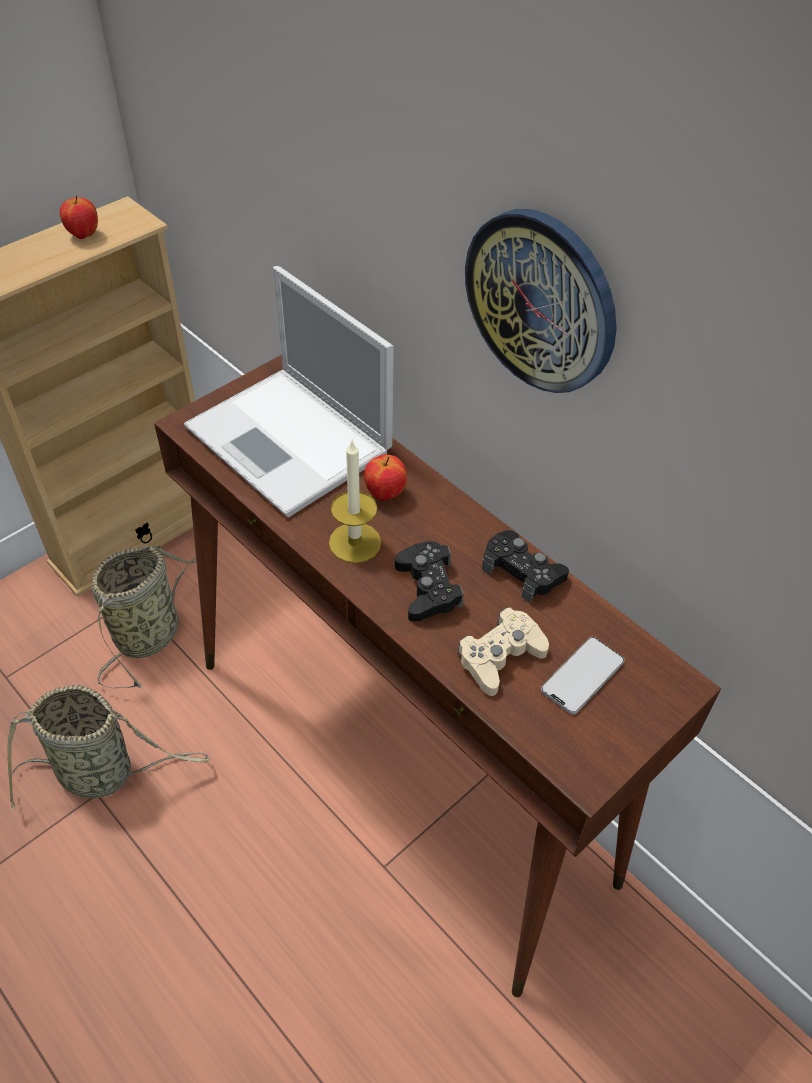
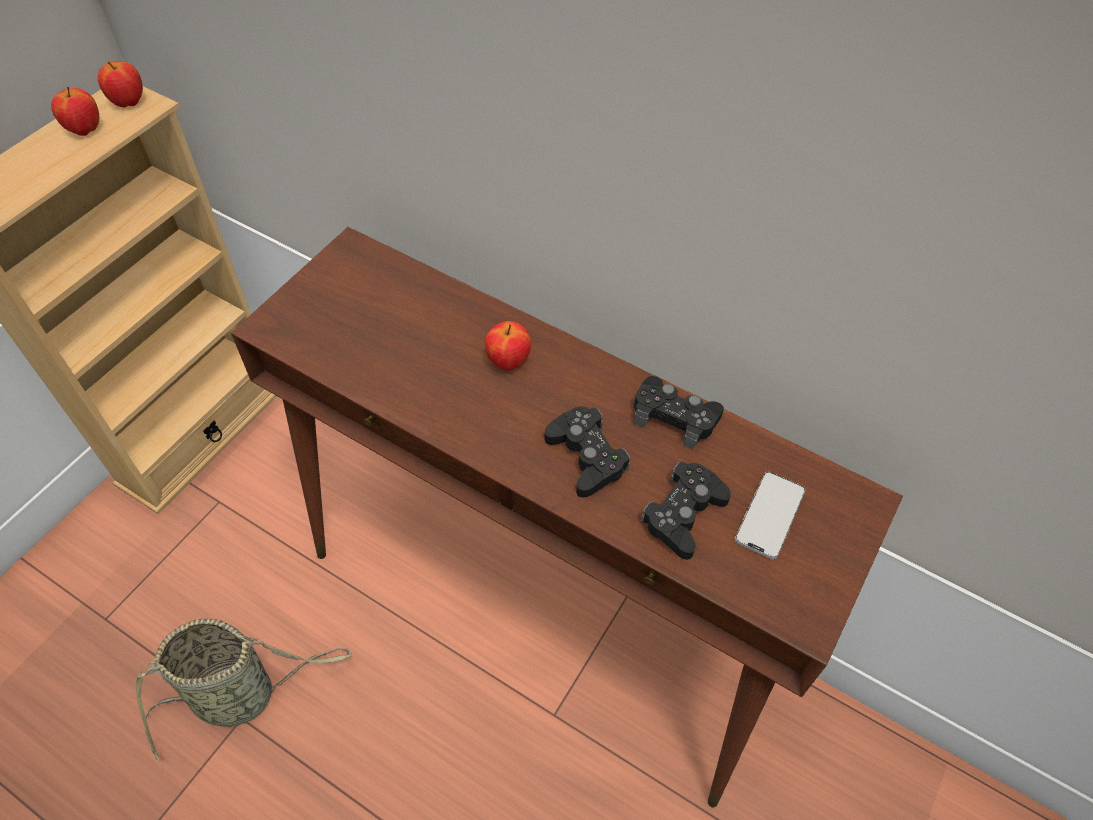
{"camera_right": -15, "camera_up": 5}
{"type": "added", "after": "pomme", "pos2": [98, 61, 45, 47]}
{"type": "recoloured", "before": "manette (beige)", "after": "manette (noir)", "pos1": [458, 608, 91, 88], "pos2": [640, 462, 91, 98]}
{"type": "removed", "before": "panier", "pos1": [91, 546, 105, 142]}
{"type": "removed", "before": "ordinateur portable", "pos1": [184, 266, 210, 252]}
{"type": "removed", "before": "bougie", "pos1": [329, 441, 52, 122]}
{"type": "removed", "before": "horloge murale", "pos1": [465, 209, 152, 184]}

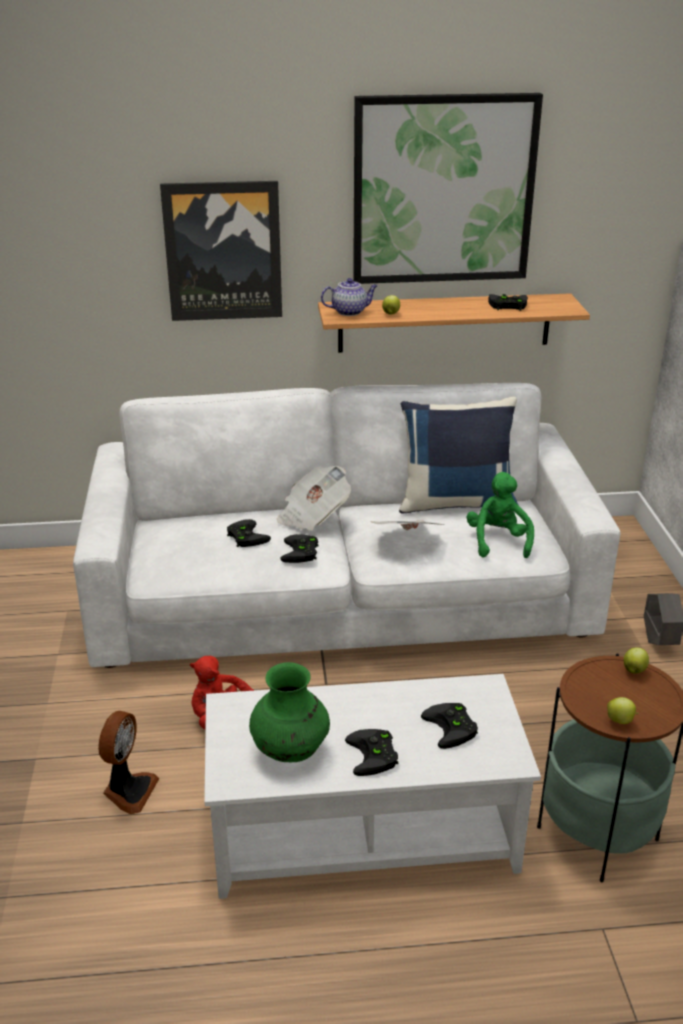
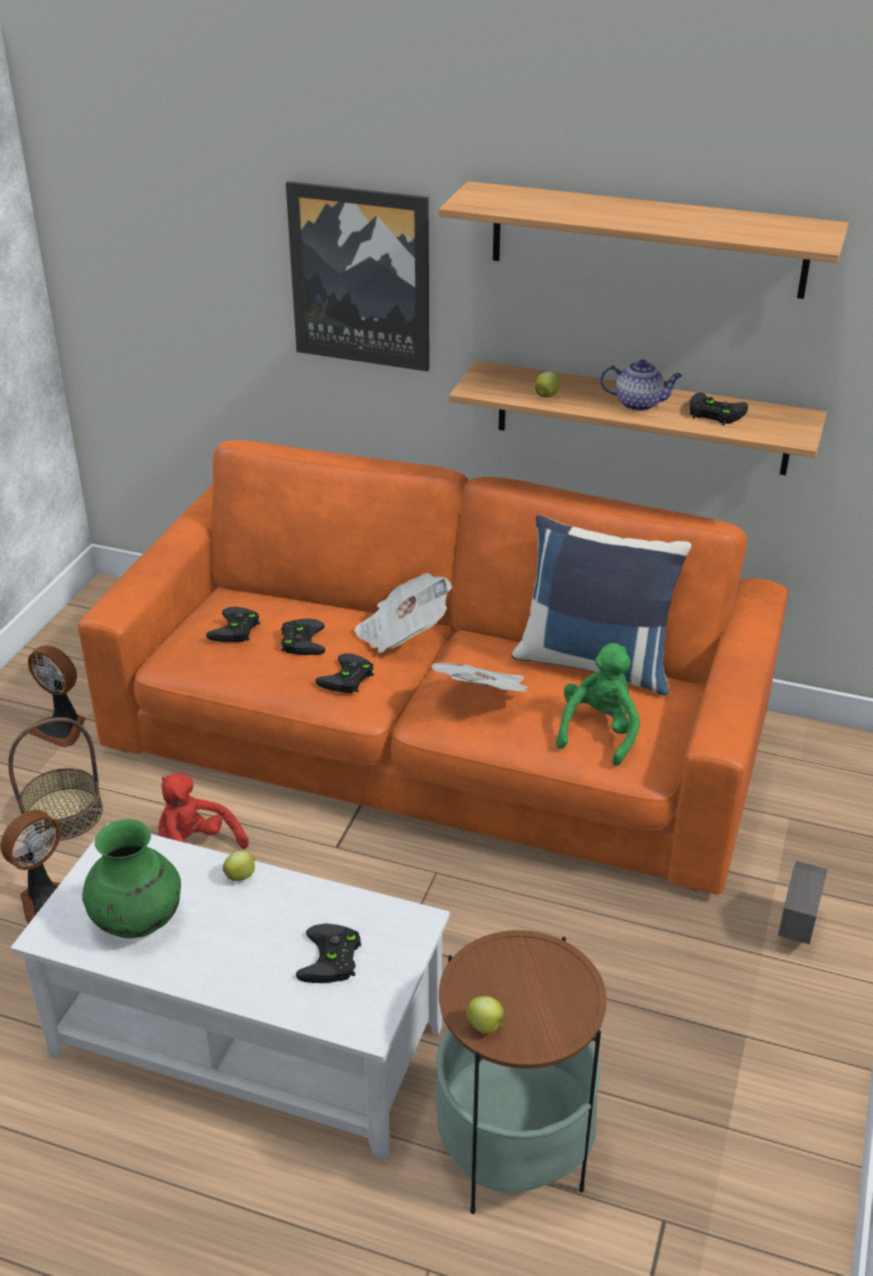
{"camera_right": 25, "camera_up": 5}
{"type": "added", "after": "panier", "pos2": [8, 717, 95, 124]}
{"type": "added", "after": "ventilateur", "pos2": [28, 645, 57, 103]}
{"type": "recoloured", "before": "canapé (blanc)", "after": "canapé (orange)", "pos1": [73, 383, 547, 285], "pos2": [78, 440, 710, 455]}
{"type": "moved", "before": "manette (noir)", "pos1": [345, 729, 53, 47], "pos2": [206, 607, 54, 35]}
{"type": "moved", "before": "pomme", "pos1": [624, 647, 25, 27], "pos2": [223, 851, 33, 30]}
{"type": "replaced", "before": "tableau", "after": "étagère", "pos1": [353, 93, 190, 191], "pos2": [438, 181, 411, 118]}
{"type": "moved", "before": "théière", "pos1": [321, 278, 57, 38], "pos2": [600, 359, 82, 52]}

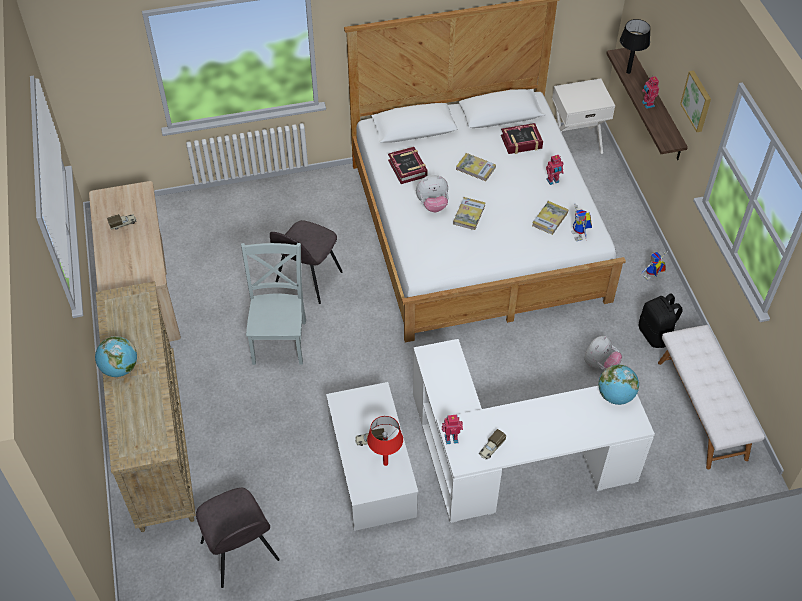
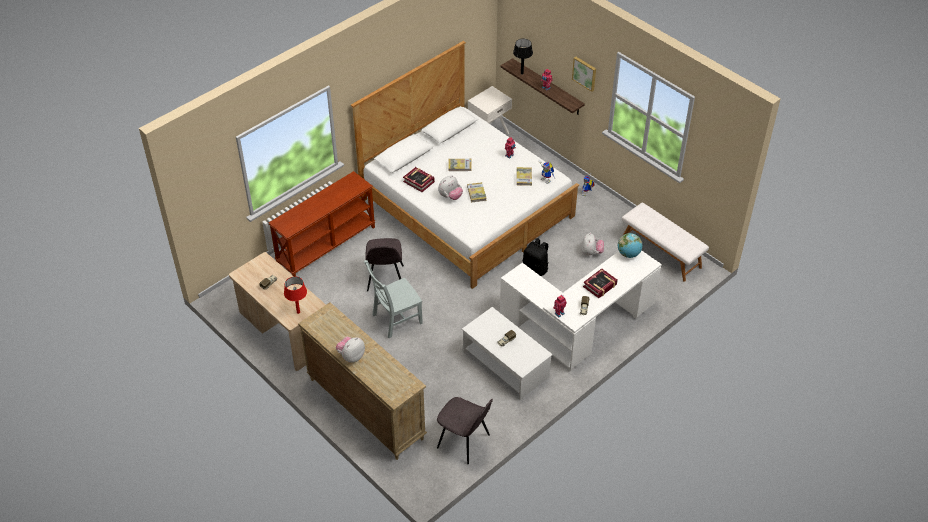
{"camera_right": -30, "camera_up": -5}
{"type": "added", "after": "table console (marron)", "pos2": [269, 171, 106, 106]}
{"type": "moved", "before": "lampe de table (rouge)", "pos1": [367, 416, 36, 50], "pos2": [284, 277, 23, 37]}
{"type": "replaced", "before": "globe", "after": "peluche", "pos1": [95, 336, 42, 41], "pos2": [336, 337, 29, 26]}
{"type": "turned", "before": "chaise (gris)", "pos1": [241, 243, 65, 122], "pos2": [364, 260, 59, 79], "turn": -90}
{"type": "moved", "before": "sac à dos (noir)", "pos1": [639, 293, 44, 55], "pos2": [523, 238, 26, 38]}
{"type": "moved", "before": "livre", "pos1": [501, 123, 42, 31], "pos2": [583, 269, 35, 29]}

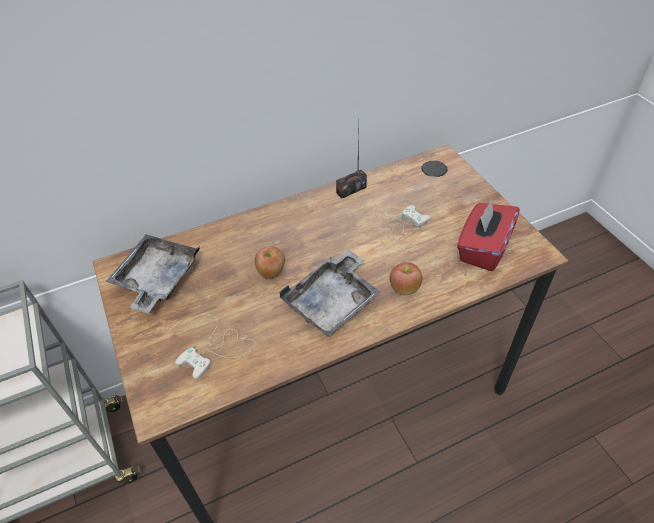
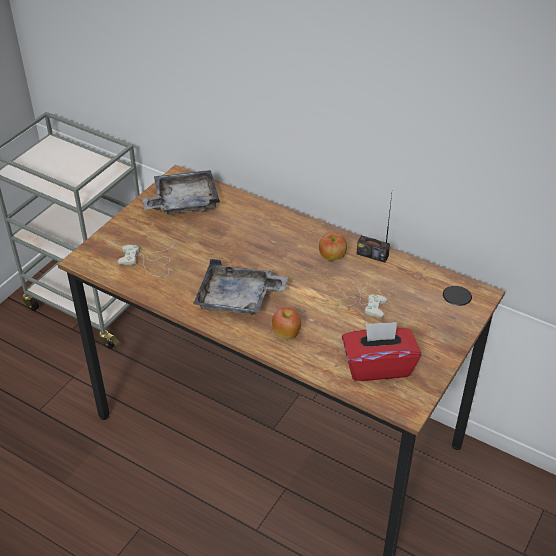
{"camera_right": 55, "camera_up": -5}
{"type": "moved", "before": "pomme", "pos1": [255, 246, 30, 33], "pos2": [319, 232, 28, 29]}

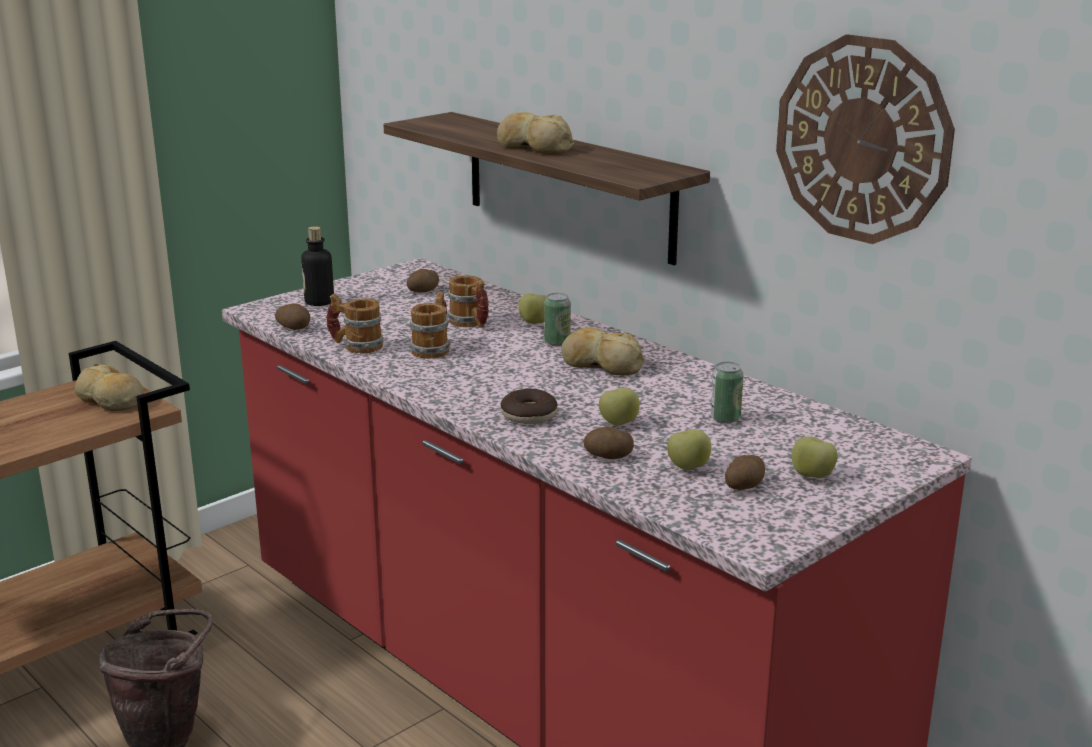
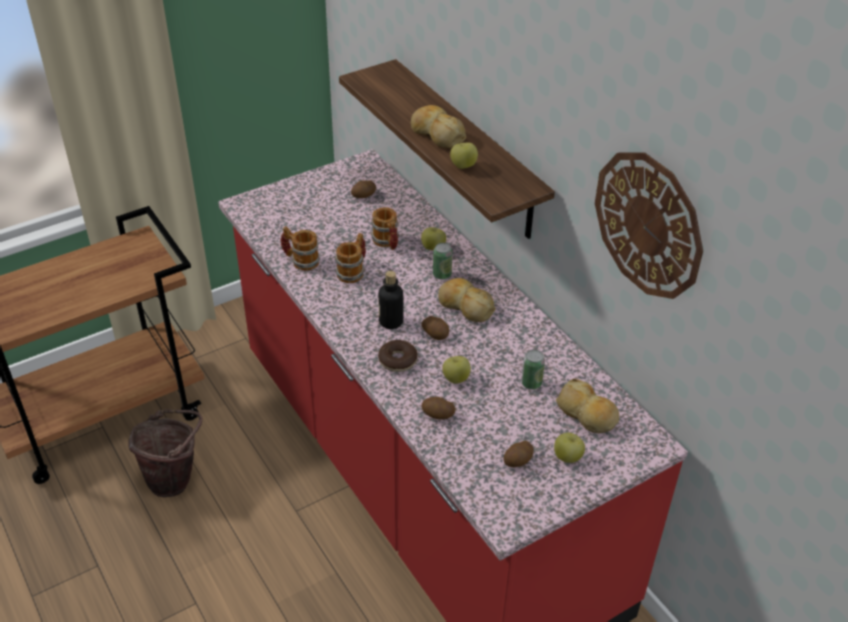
{"camera_right": 10, "camera_up": 20}
{"type": "moved", "before": "bouteille", "pos1": [301, 226, 33, 80], "pos2": [378, 271, 25, 58]}
{"type": "moved", "before": "pomme de terre", "pos1": [275, 303, 36, 27], "pos2": [422, 316, 27, 24]}
{"type": "moved", "before": "pomme", "pos1": [667, 429, 44, 41], "pos2": [450, 143, 28, 26]}
{"type": "moved", "before": "pain", "pos1": [75, 363, 69, 48], "pos2": [556, 379, 63, 54]}

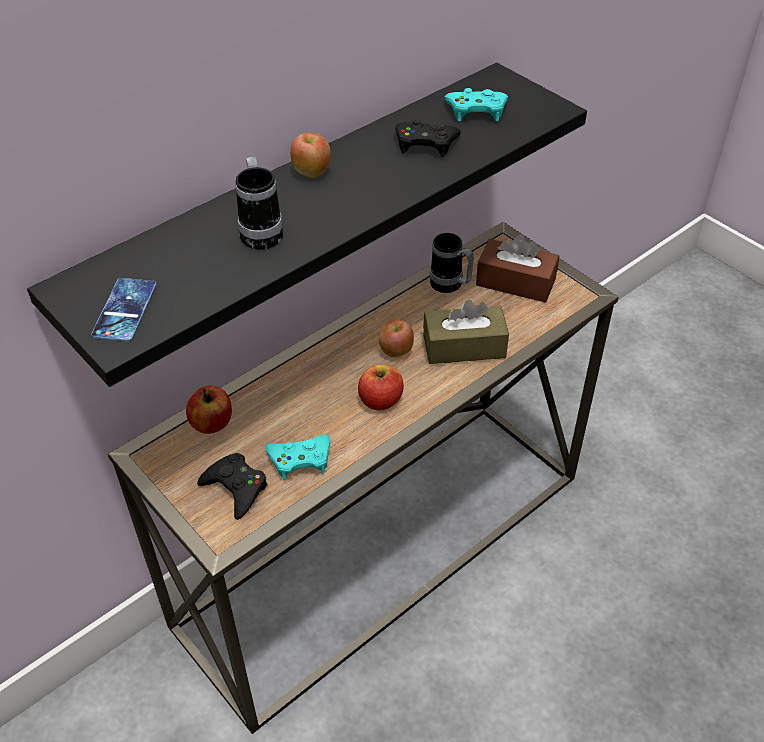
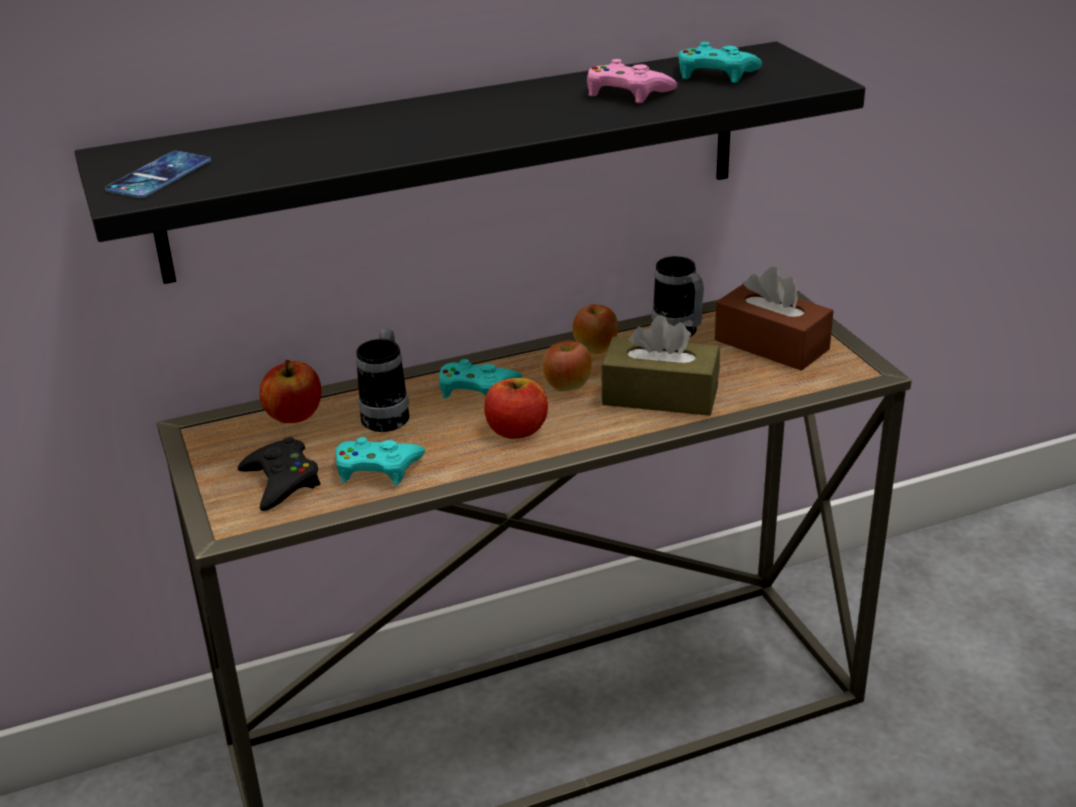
{"camera_right": 20, "camera_up": -15}
{"type": "moved", "before": "mug", "pos1": [235, 156, 48, 94], "pos2": [356, 328, 53, 104]}
{"type": "added", "after": "manette (turquoise)", "pos2": [439, 359, 83, 39]}
{"type": "moved", "before": "pomme", "pos1": [290, 133, 41, 45], "pos2": [573, 304, 45, 50]}
{"type": "recoloured", "before": "manette (noir)", "after": "manette (rose)", "pos1": [395, 119, 66, 38], "pos2": [587, 59, 91, 44]}

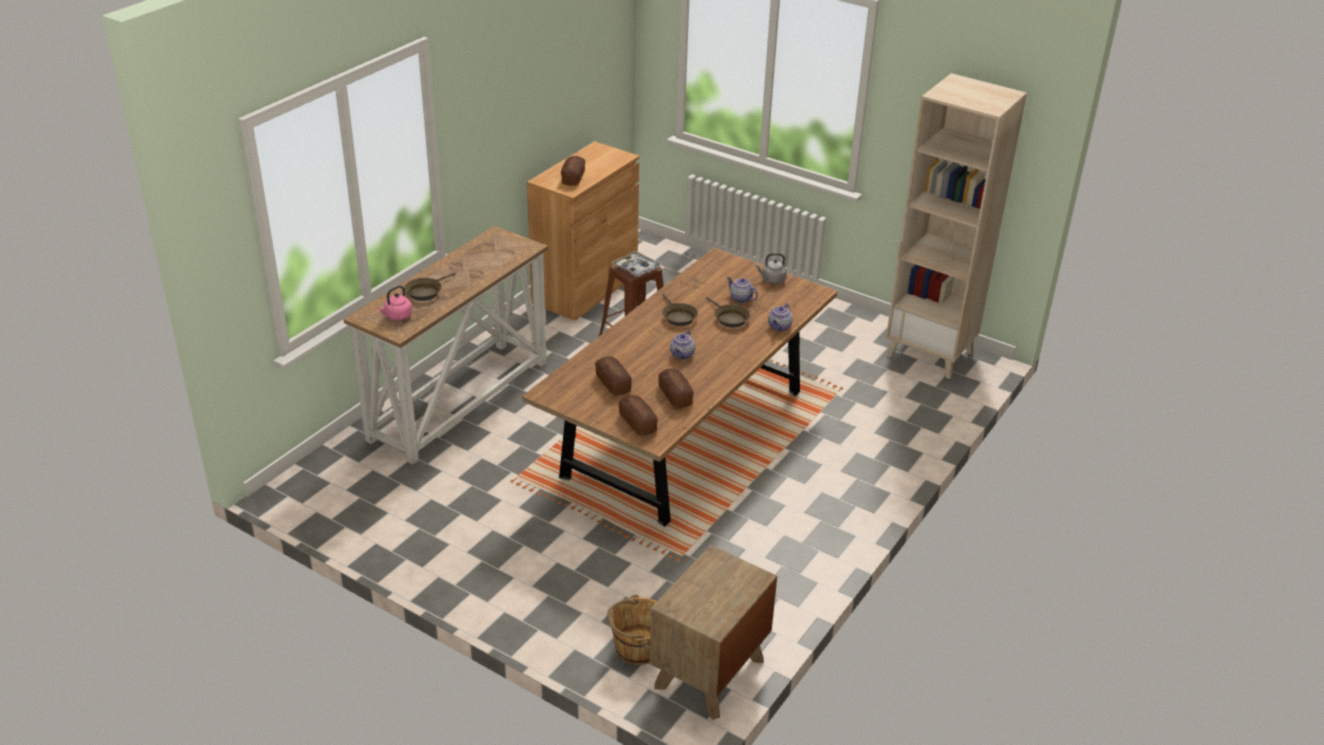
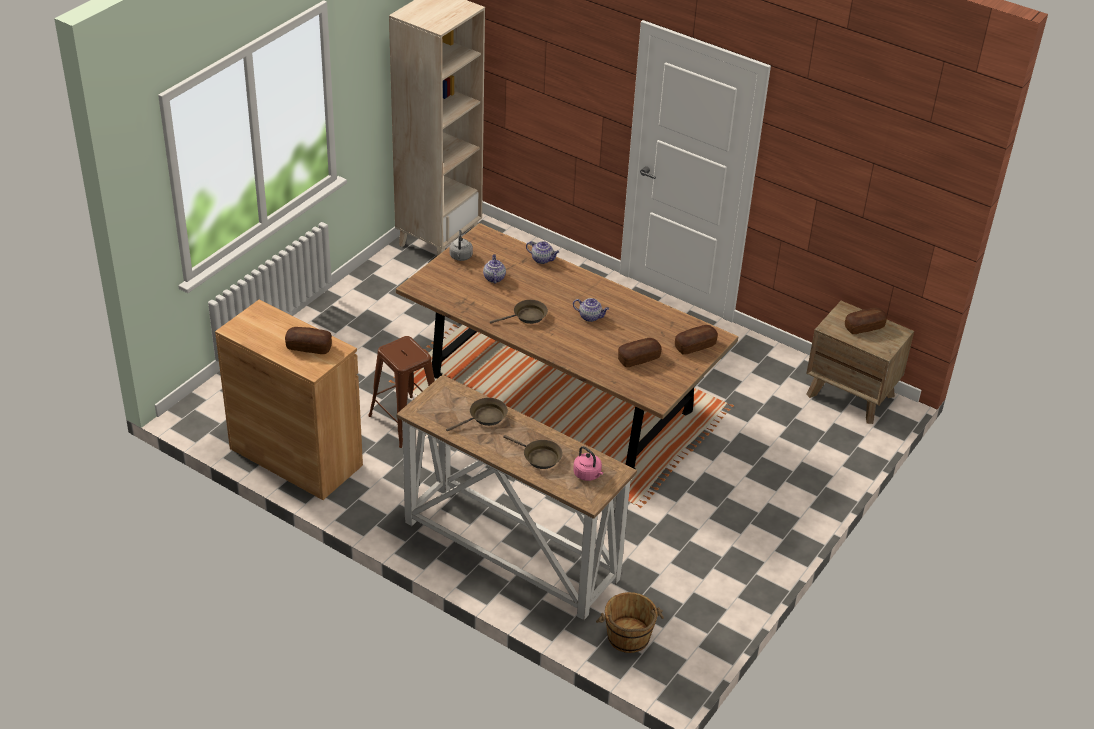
{"camera_right": -90, "camera_up": 5}
{"type": "moved", "before": "poêle (marron)", "pos1": [706, 297, 44, 31], "pos2": [446, 398, 62, 34]}
{"type": "turned", "before": "théière", "pos1": [727, 277, 31, 26], "pos2": [483, 254, 23, 30], "turn": 135}
{"type": "moved", "before": "seau (marron)", "pos1": [607, 594, 50, 71], "pos2": [596, 592, 68, 61]}
{"type": "moved", "before": "pain", "pos1": [658, 369, 36, 39], "pos2": [845, 308, 42, 26]}
{"type": "removed", "before": "plateau", "pos1": [611, 251, 52, 26]}

